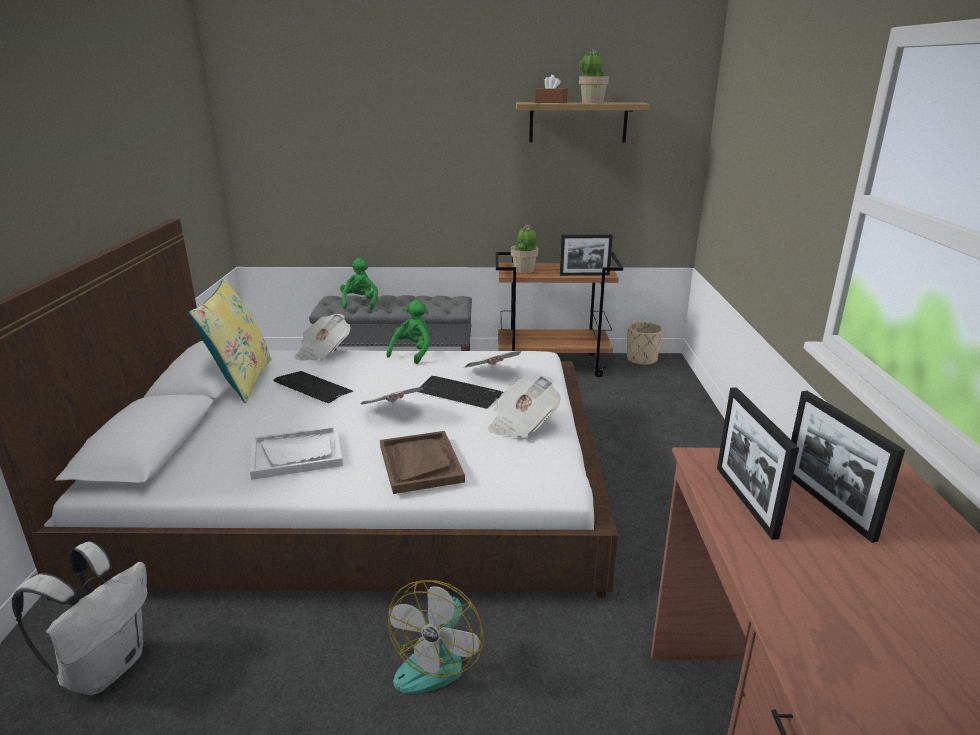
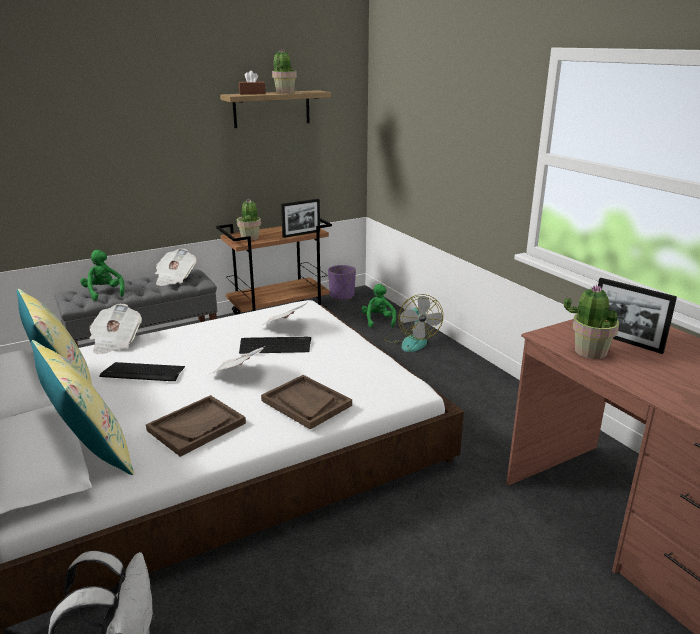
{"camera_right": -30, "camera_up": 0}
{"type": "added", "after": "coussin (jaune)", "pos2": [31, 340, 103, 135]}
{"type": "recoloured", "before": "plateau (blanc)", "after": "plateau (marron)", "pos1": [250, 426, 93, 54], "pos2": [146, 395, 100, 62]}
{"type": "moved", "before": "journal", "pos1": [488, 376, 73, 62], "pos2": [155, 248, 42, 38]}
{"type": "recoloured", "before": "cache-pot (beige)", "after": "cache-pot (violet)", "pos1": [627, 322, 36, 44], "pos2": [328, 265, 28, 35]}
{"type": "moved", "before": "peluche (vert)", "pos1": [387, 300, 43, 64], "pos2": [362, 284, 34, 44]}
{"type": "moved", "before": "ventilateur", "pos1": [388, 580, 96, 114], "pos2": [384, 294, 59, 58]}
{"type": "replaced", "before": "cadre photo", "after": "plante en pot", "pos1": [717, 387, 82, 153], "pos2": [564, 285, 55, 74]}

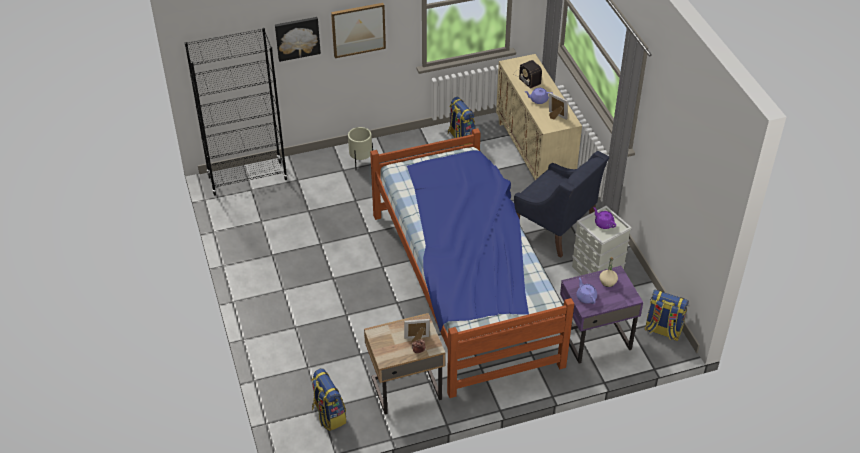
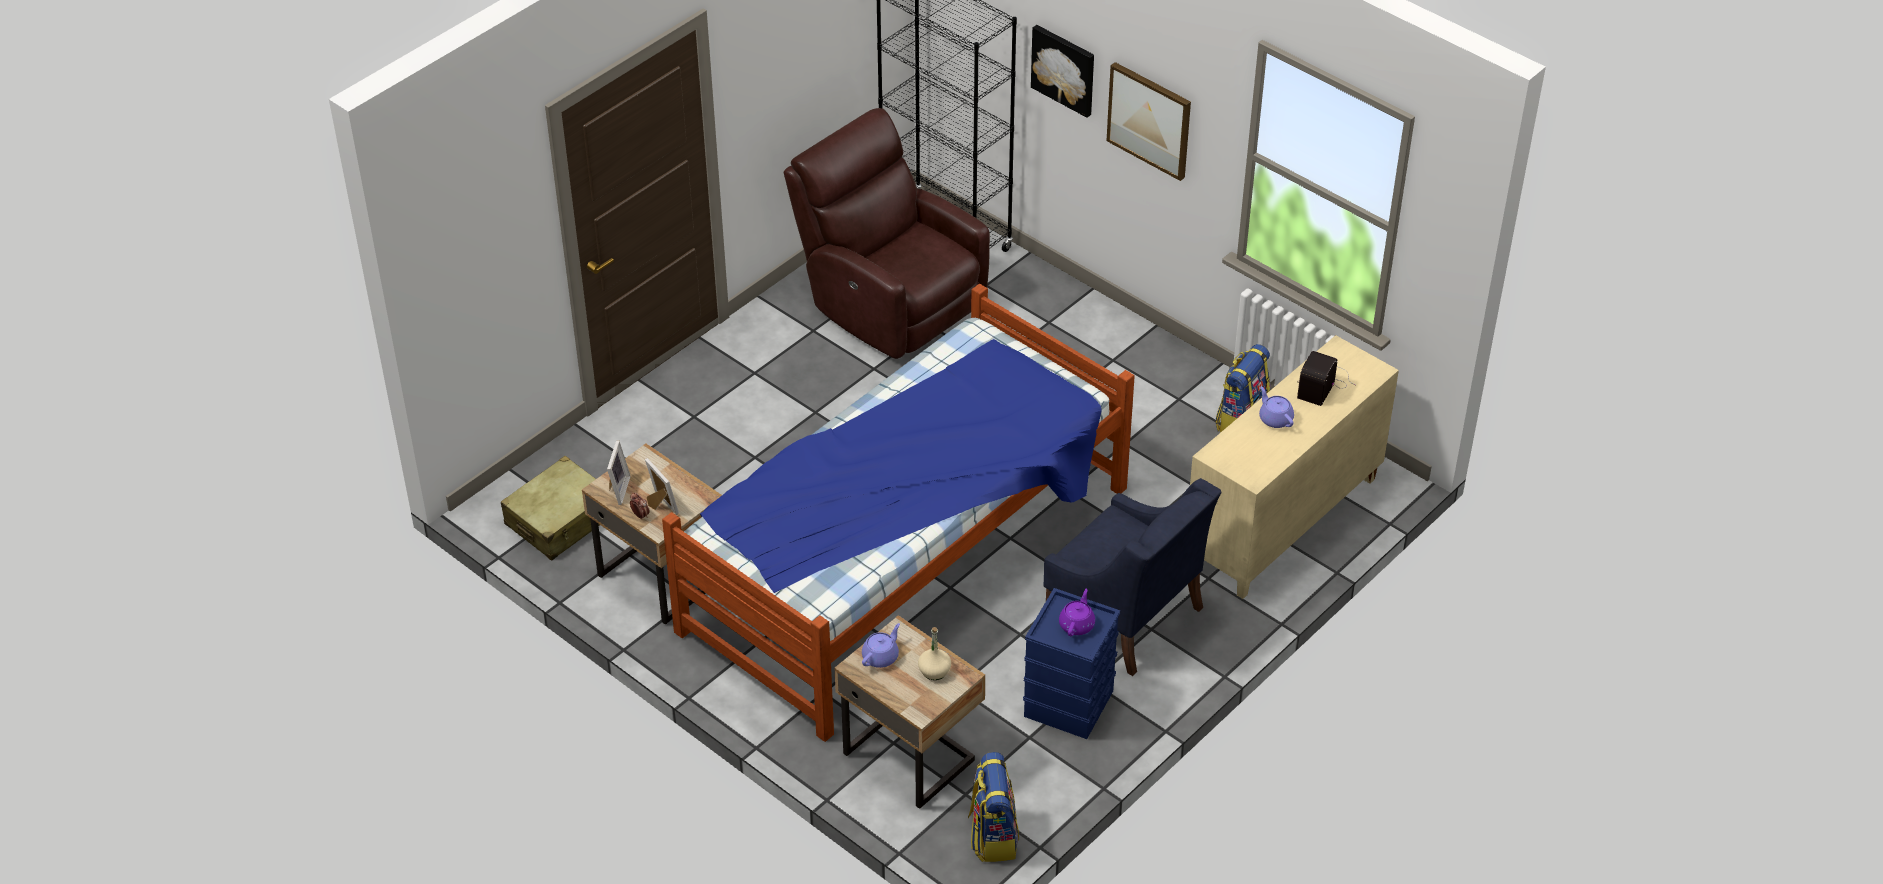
{"camera_right": 60, "camera_up": 0}
{"type": "replaced", "before": "sac à dos", "after": "valise (beige)", "pos1": [311, 368, 35, 63], "pos2": [501, 456, 99, 104]}
{"type": "moved", "before": "cadre photo", "pos1": [549, 92, 18, 28], "pos2": [607, 440, 24, 65]}
{"type": "added", "after": "fauteuil (marron)", "pos2": [783, 108, 207, 251]}
{"type": "recoloured", "before": "table de chevet (violet)", "after": "table de chevet (beige)", "pos1": [560, 266, 83, 98], "pos2": [834, 615, 151, 194]}
{"type": "recoloured", "before": "boîte de rangement (gris)", "after": "boîte de rangement (bleu)", "pos1": [572, 206, 60, 69], "pos2": [1023, 588, 97, 151]}
{"type": "turned", "before": "fauteuil (bleu)", "pos1": [514, 151, 95, 107], "pos2": [1044, 478, 177, 198], "turn": -60}
{"type": "removed", "before": "cache-pot (beige)", "pos1": [348, 127, 25, 43]}

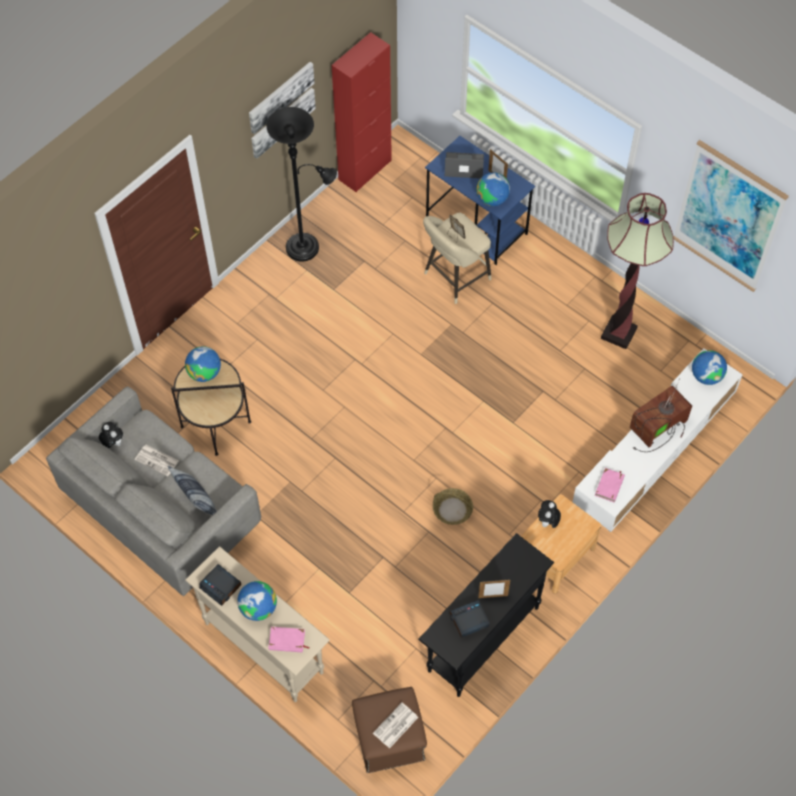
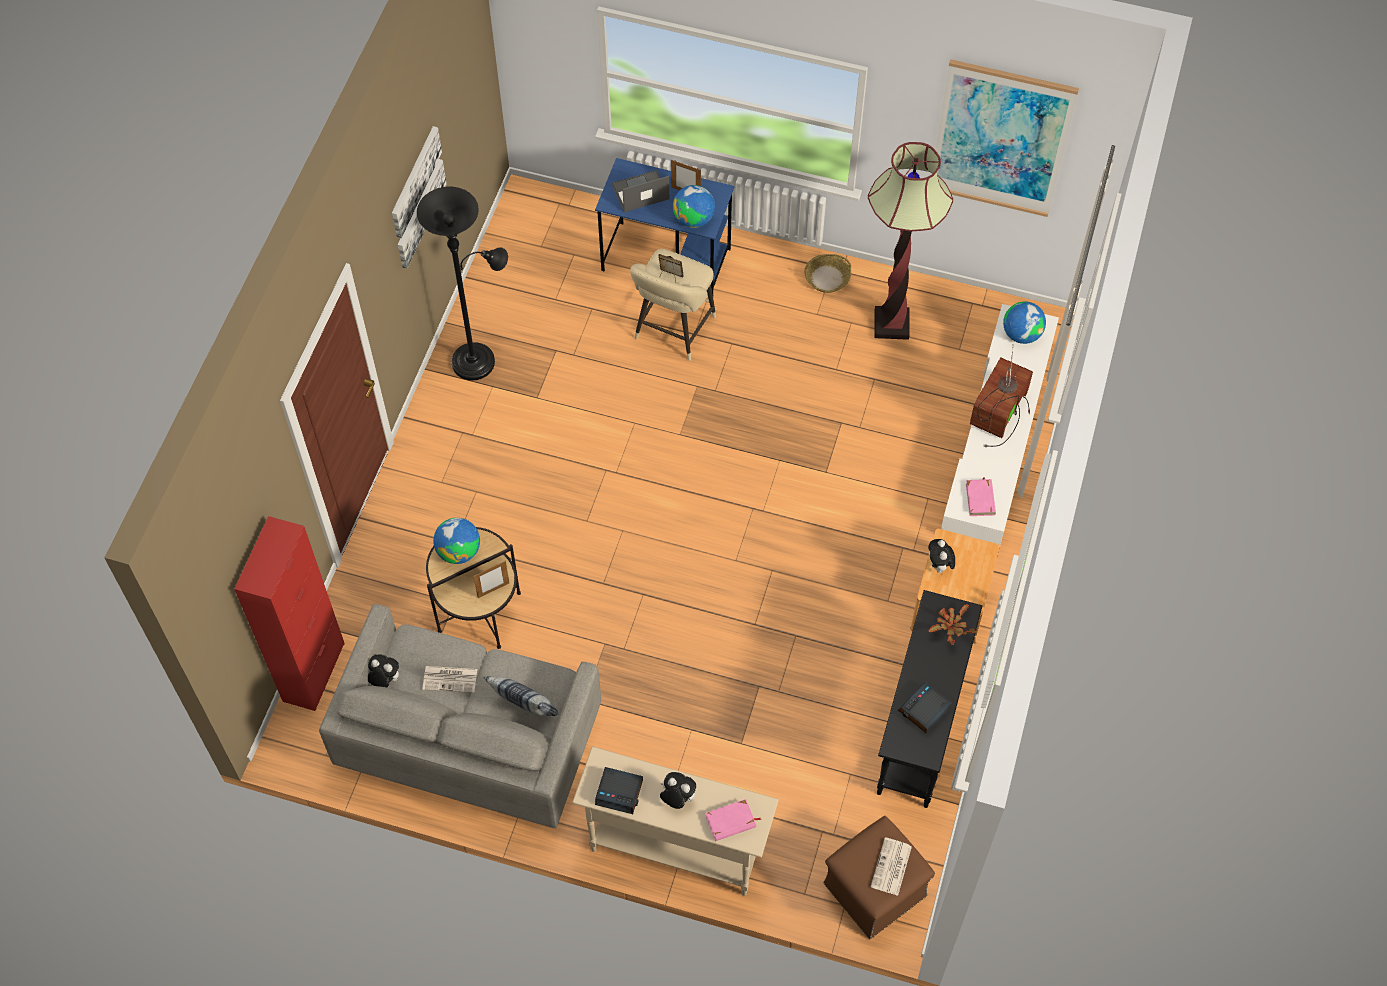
{"camera_right": -25, "camera_up": 0}
{"type": "moved", "before": "meuble de rangement (rouge)", "pos1": [332, 32, 60, 160], "pos2": [234, 516, 111, 195]}
{"type": "moved", "before": "cadre photo", "pos1": [478, 579, 32, 19], "pos2": [473, 561, 36, 37]}
{"type": "replaced", "before": "globe", "after": "peluche", "pos1": [237, 581, 40, 40], "pos2": [660, 772, 36, 37]}
{"type": "moved", "before": "panier", "pos1": [433, 488, 40, 37], "pos2": [805, 254, 46, 39]}
{"type": "added", "after": "plante en pot", "pos2": [928, 604, 48, 41]}

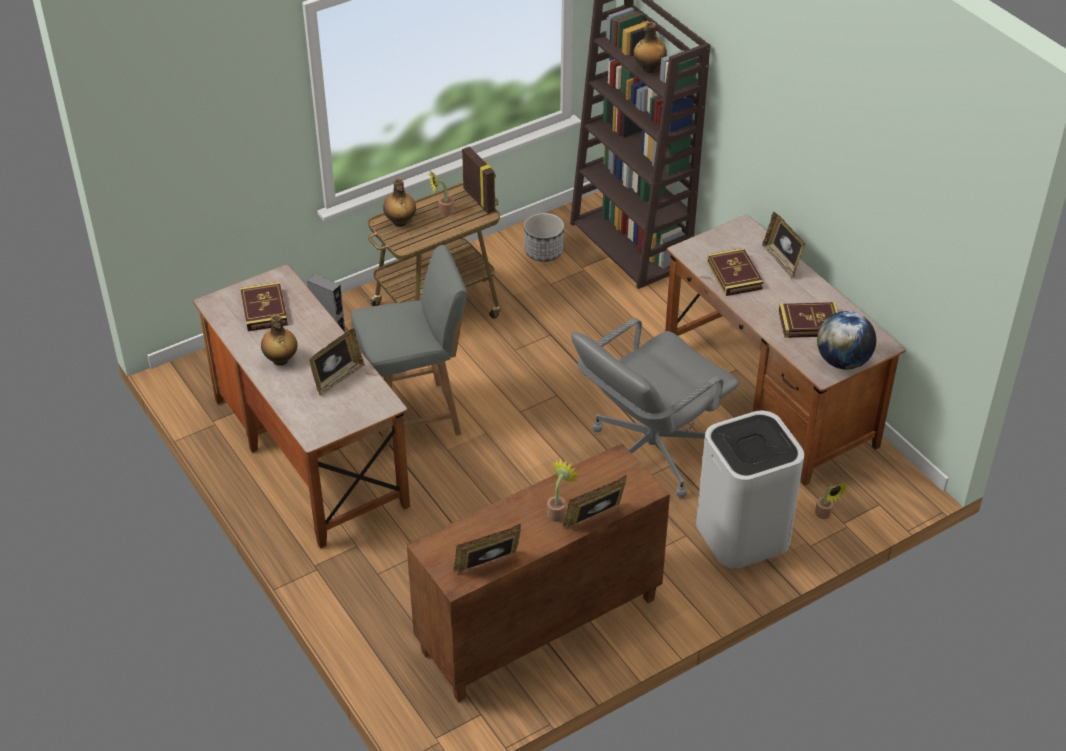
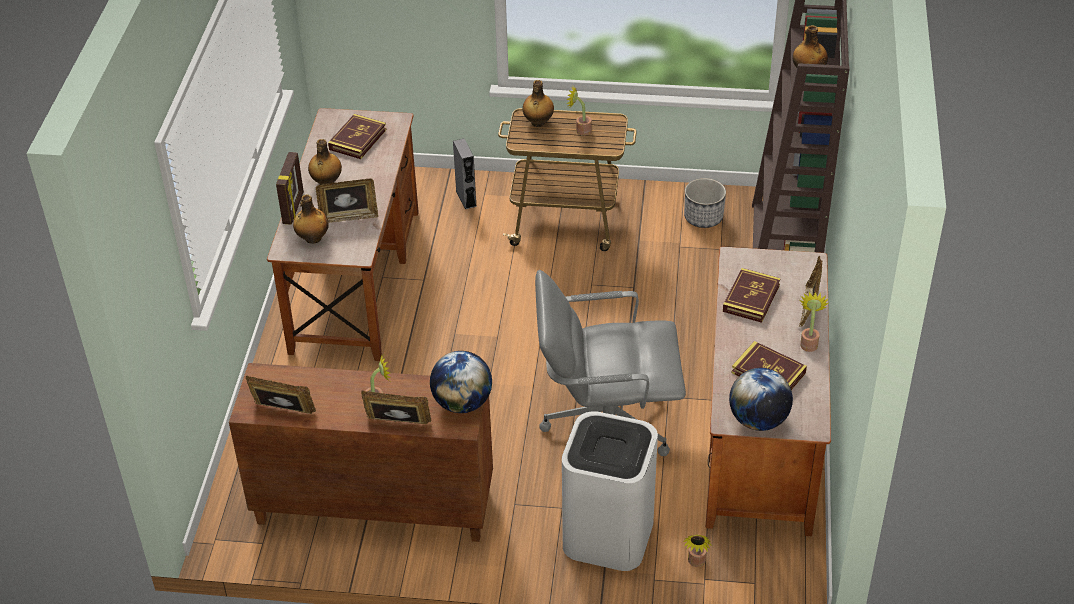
{"camera_right": 40, "camera_up": 0}
{"type": "moved", "before": "cadre photo", "pos1": [462, 146, 34, 67], "pos2": [276, 152, 28, 73]}
{"type": "added", "after": "bouteille", "pos2": [293, 194, 36, 49]}
{"type": "added", "after": "globe", "pos2": [430, 351, 62, 62]}
{"type": "added", "after": "plante en pot", "pos2": [800, 292, 28, 60]}
{"type": "removed", "before": "chaise (gris)", "pos1": [351, 245, 116, 207]}

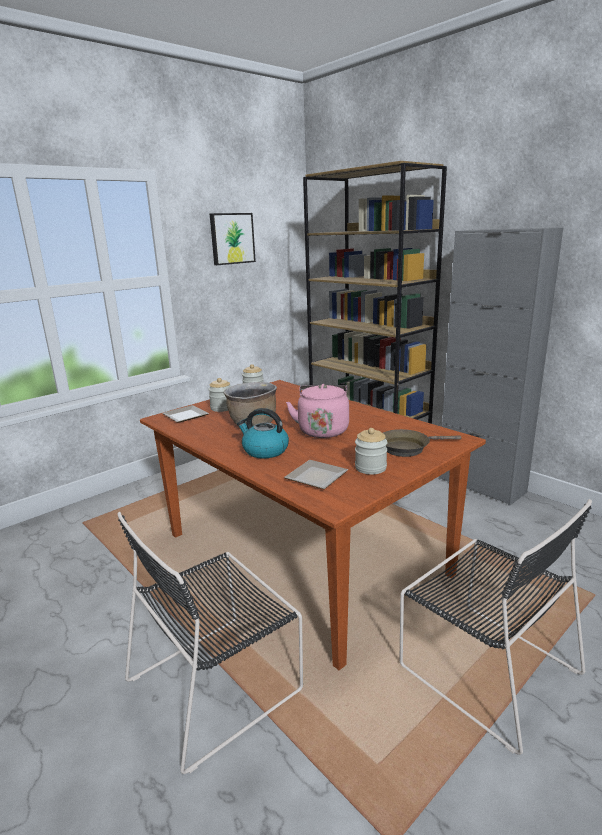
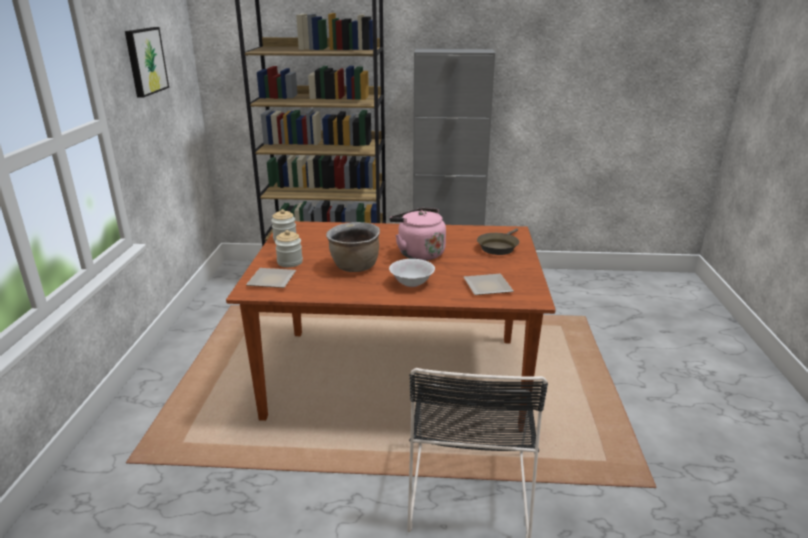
{"camera_right": -45, "camera_up": 5}
{"type": "replaced", "before": "bouilloire", "after": "bol (blanc)", "pos1": [237, 408, 52, 51], "pos2": [389, 259, 46, 28]}
{"type": "removed", "before": "bocal", "pos1": [355, 428, 33, 46]}
{"type": "removed", "before": "chaise (noir)", "pos1": [400, 499, 192, 256]}

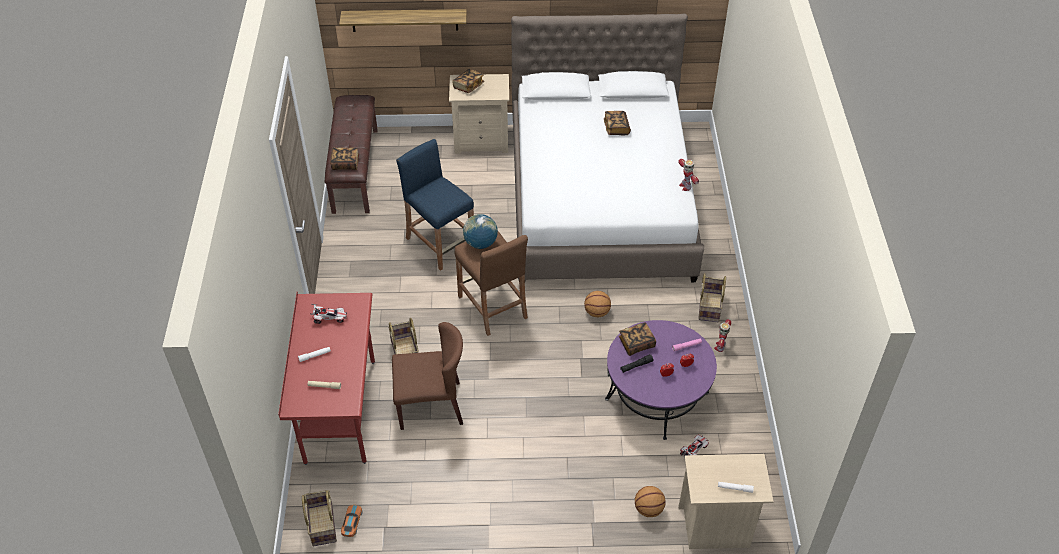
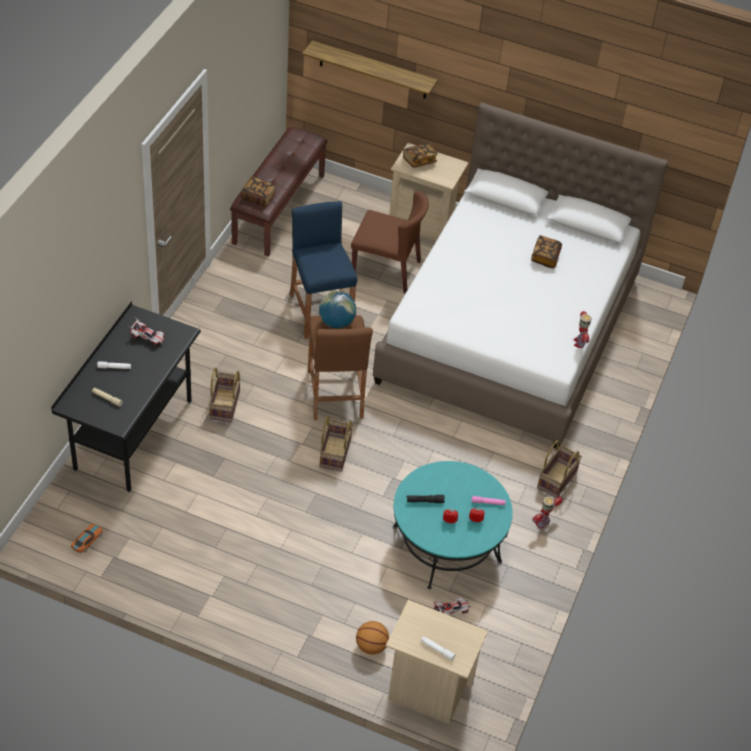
{"camera_right": 20, "camera_up": 0}
{"type": "recoloured", "before": "bureau (rouge)", "after": "bureau (noir)", "pos1": [278, 292, 97, 173], "pos2": [51, 301, 150, 192]}
{"type": "moved", "before": "panier", "pos1": [302, 490, 35, 56], "pos2": [320, 416, 33, 56]}
{"type": "moved", "before": "chaise (marron)", "pos1": [392, 322, 71, 108], "pos2": [351, 191, 78, 103]}
{"type": "recoloured", "before": "table basse (violet)", "after": "table basse (turquoise)", "pos1": [605, 320, 112, 120], "pos2": [393, 461, 120, 128]}
{"type": "removed", "before": "ballon de basket", "pos1": [584, 291, 27, 26]}
{"type": "removed", "before": "livre", "pos1": [619, 322, 37, 34]}

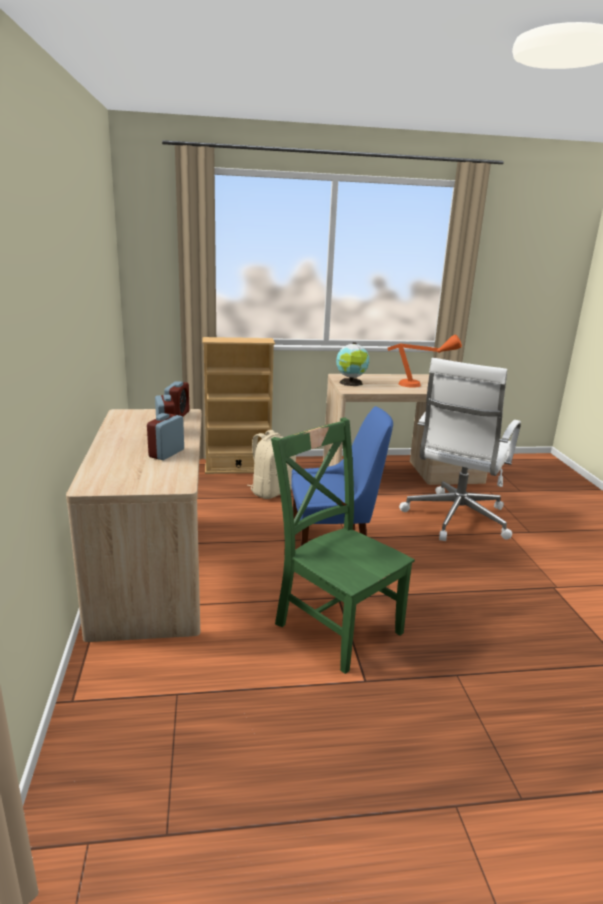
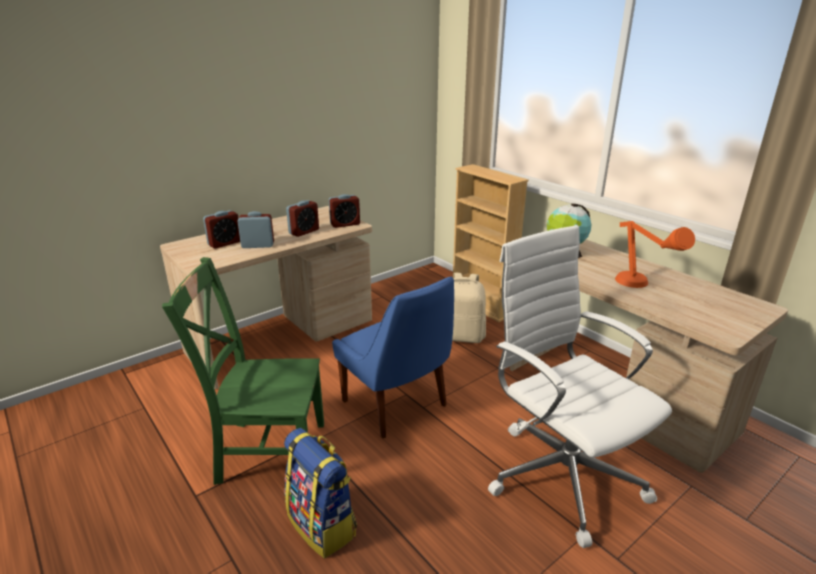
{"camera_right": 60, "camera_up": 5}
{"type": "turned", "before": "chaise (vert)", "pos1": [271, 418, 144, 256], "pos2": [162, 257, 162, 228], "turn": -105}
{"type": "added", "after": "réveil", "pos2": [203, 210, 37, 39]}
{"type": "added", "after": "sac à dos", "pos2": [284, 428, 73, 130]}
{"type": "turned", "before": "chaise de bureau (blanc)", "pos1": [399, 358, 122, 183], "pos2": [488, 225, 184, 323], "turn": 60}

